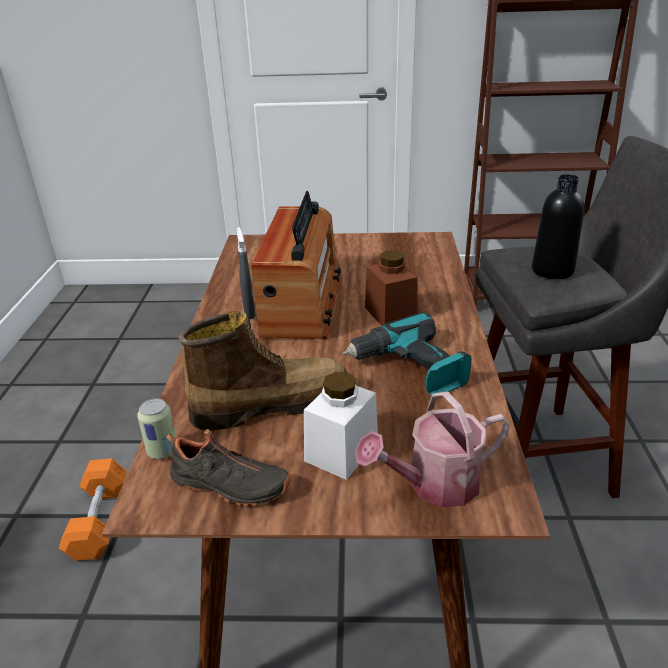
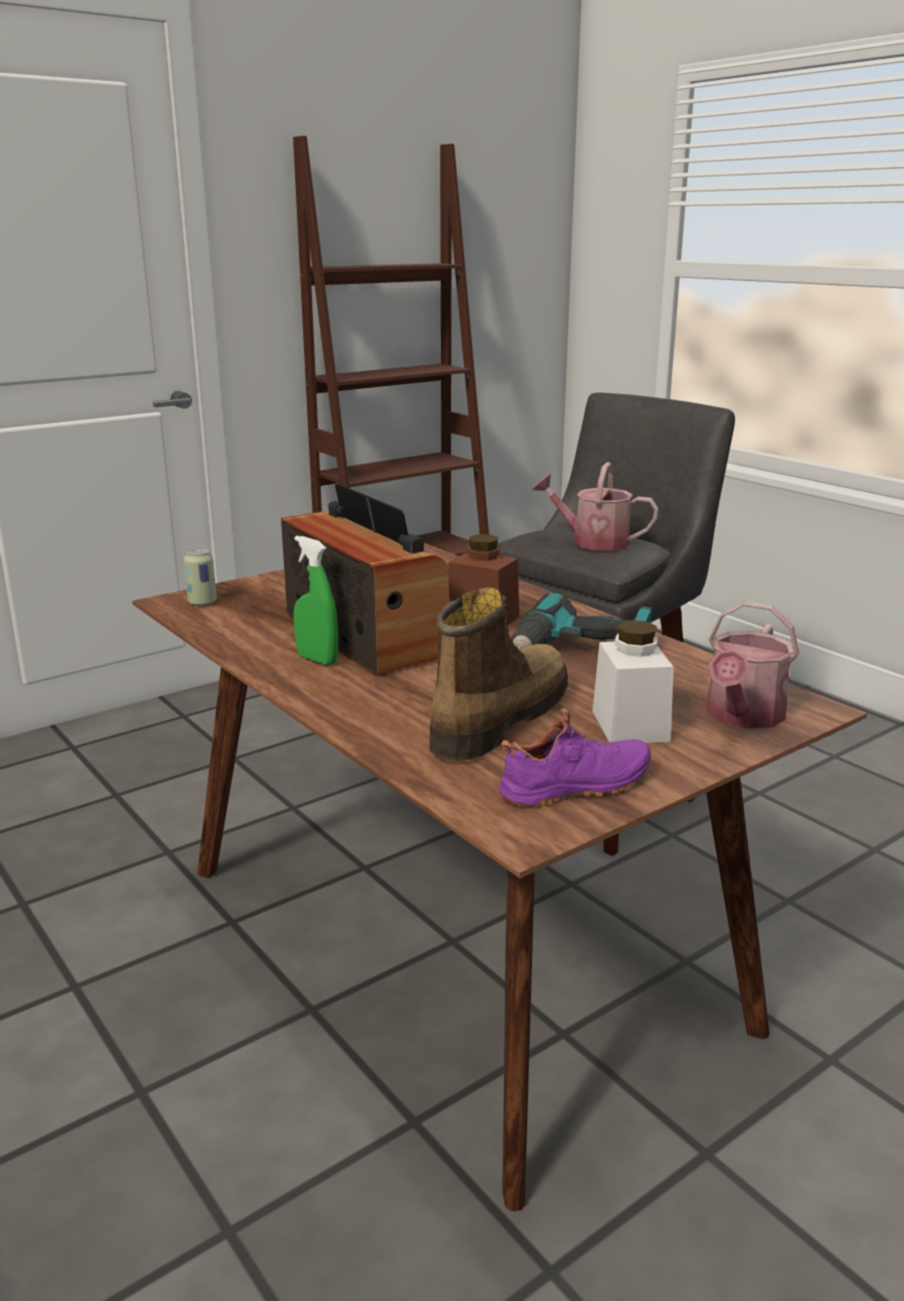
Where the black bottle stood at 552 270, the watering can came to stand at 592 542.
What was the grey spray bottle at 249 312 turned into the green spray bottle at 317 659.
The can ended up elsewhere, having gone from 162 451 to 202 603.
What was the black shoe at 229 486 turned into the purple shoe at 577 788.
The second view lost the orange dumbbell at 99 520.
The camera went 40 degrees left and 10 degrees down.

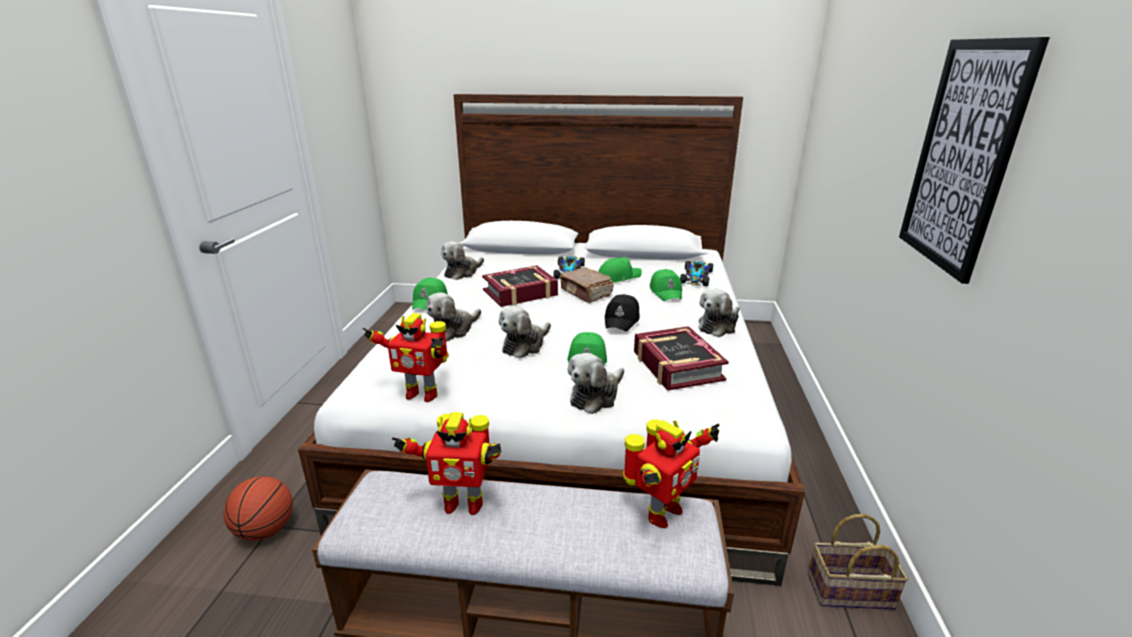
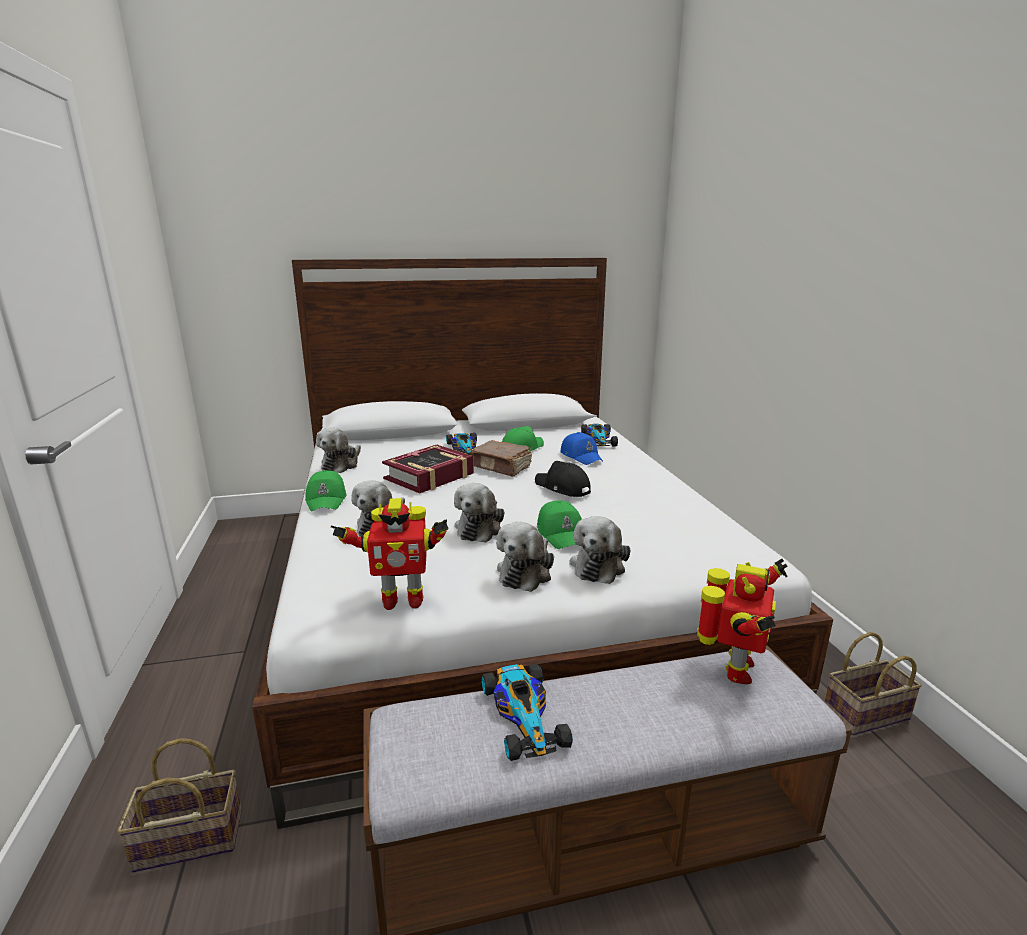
The second view lost the picture at 962 157.
What was the green cap at 666 292 turned into the blue cap at 581 456.
The plush toy ended up elsewhere, having gone from 718 326 to 526 572.
The black cap at 622 320 ended up facing another way, 135 degrees clockwise from before.
The second view lost the book at 676 366.
Where the toy robot stood at 462 503, the toy car came to stand at 523 714.
Where the basketball stood at 266 530, the basket came to stand at 186 842.
The camera went 20 degrees left and 5 degrees down.

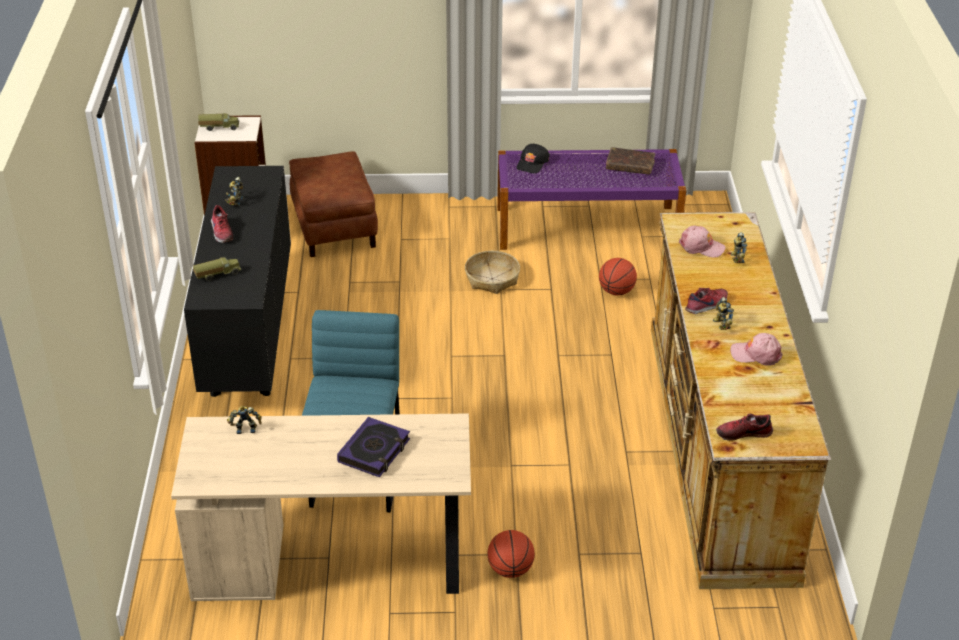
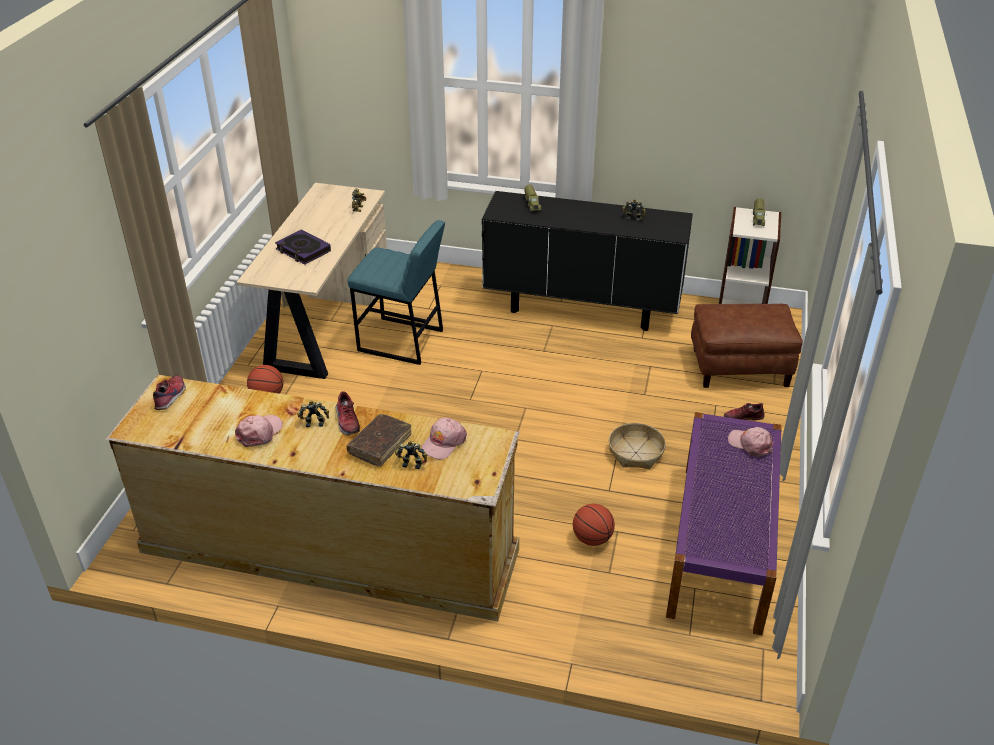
What was the black cap at 532 163 turned into the pink cap at 750 444.
The brown book ended up elsewhere, having gone from 630 166 to 380 444.
The shoe ended up elsewhere, having gone from 221 232 to 743 417.
The camera went 105 degrees right and 0 degrees up.

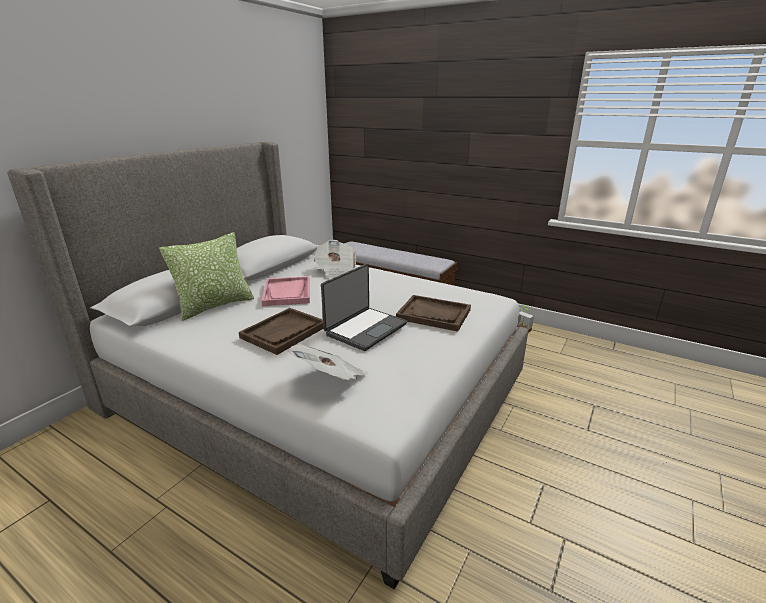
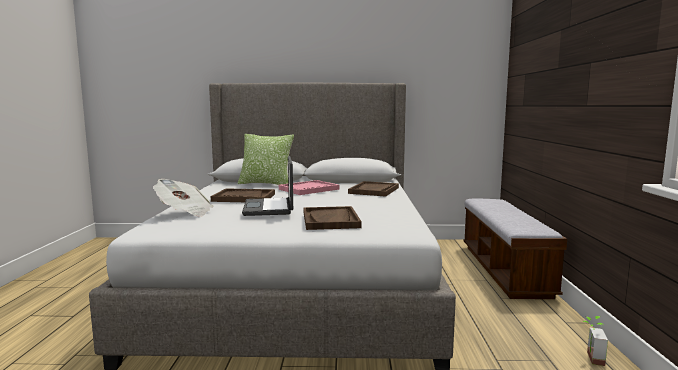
Where the newspaper stood at 336 270, the brown tray came to stand at 374 190.
The laptop at 365 329 ended up facing another way, 75 degrees clockwise from before.
The camera went 60 degrees right and 15 degrees down.

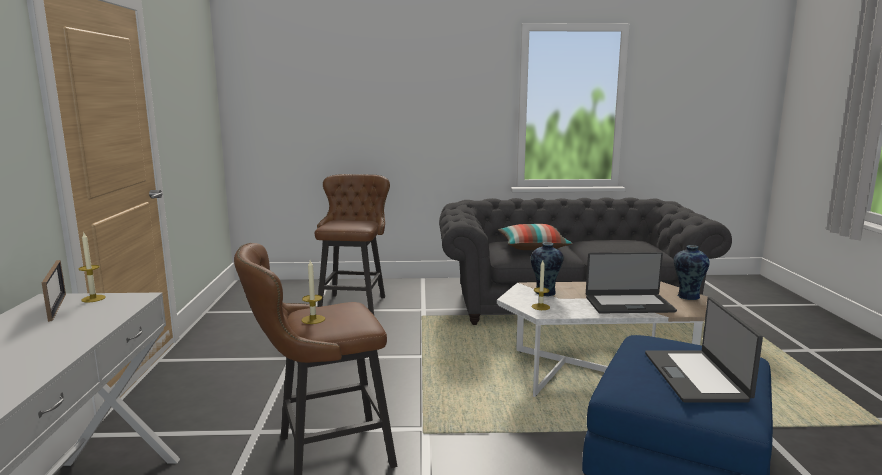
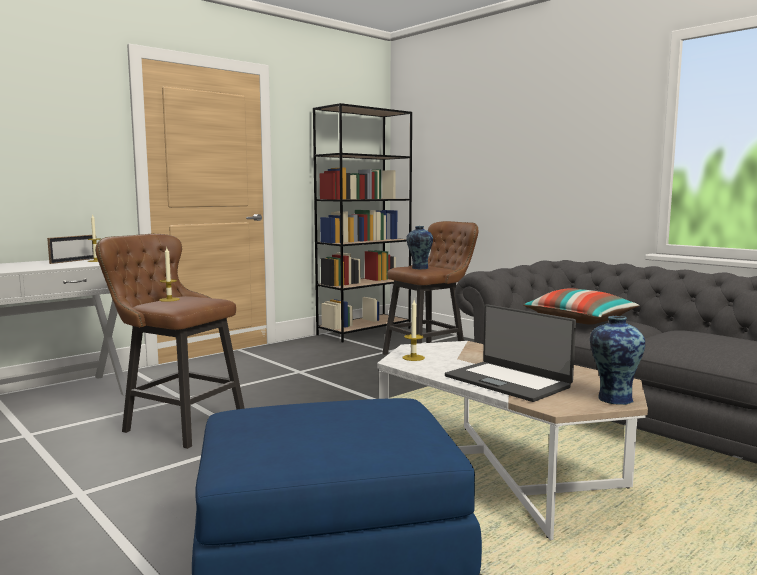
The vase ended up elsewhere, having gone from 545 293 to 419 268.
The second view lost the laptop at 696 376.
The second view gained the beige bookcase at 364 331.
The camera went 50 degrees right and 5 degrees down.

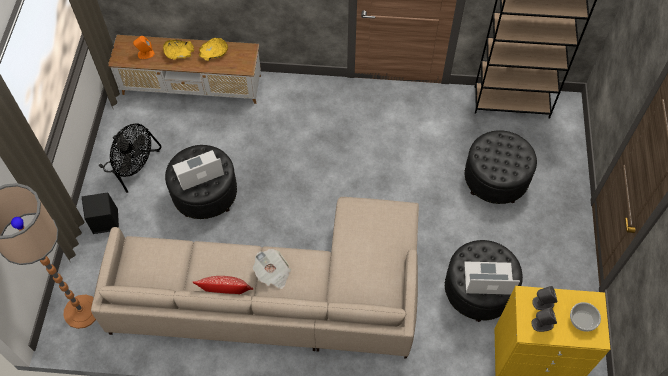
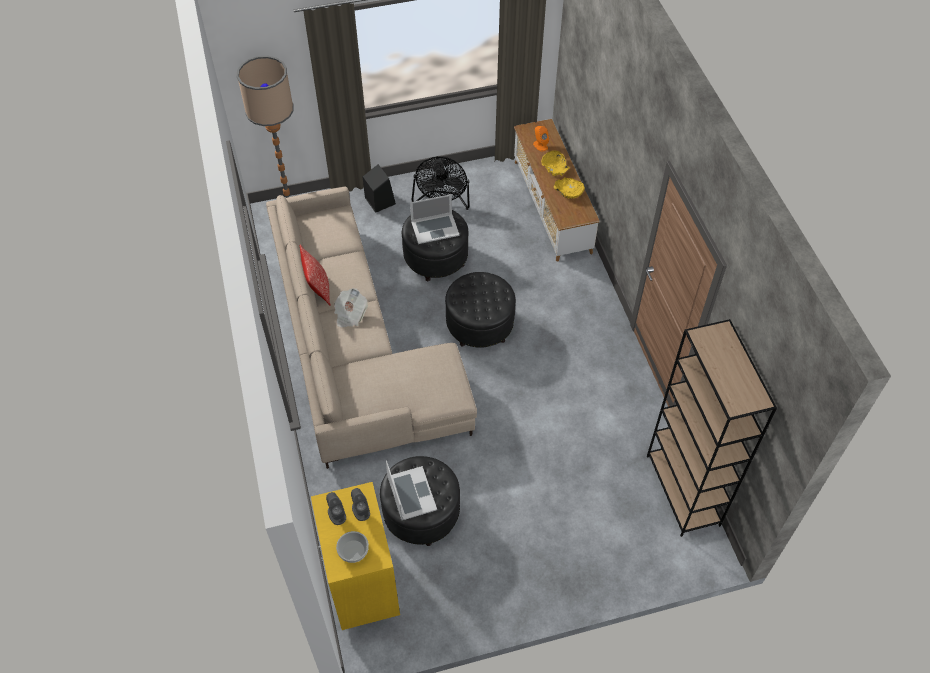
The black ottoman ended up elsewhere, having gone from 495 181 to 479 326.
The laptop at 198 171 ended up facing another way, 120 degrees clockwise from before.
The camera went 70 degrees right and 5 degrees down.

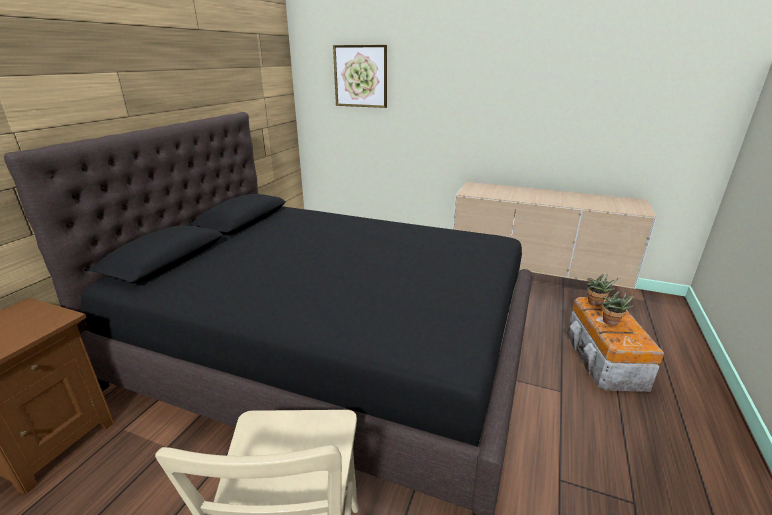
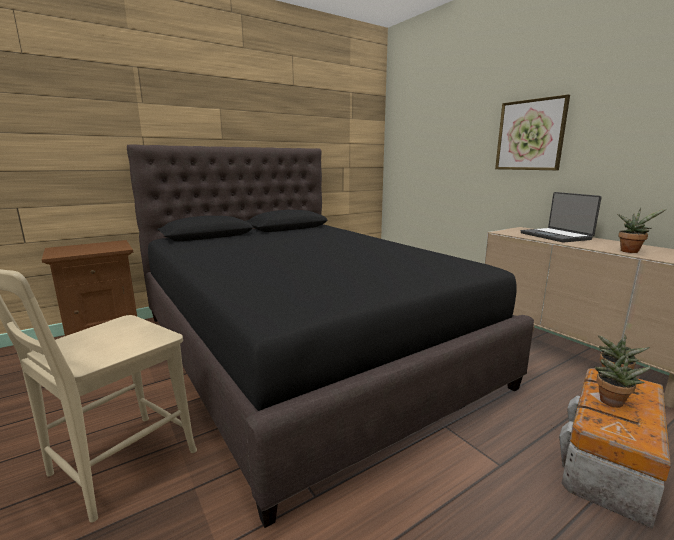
The picture ended up elsewhere, having gone from 360 76 to 530 135.
The second view gained the laptop at 556 236.
The second view gained the potted plant at 630 251.
The camera went 35 degrees right and 10 degrees down.

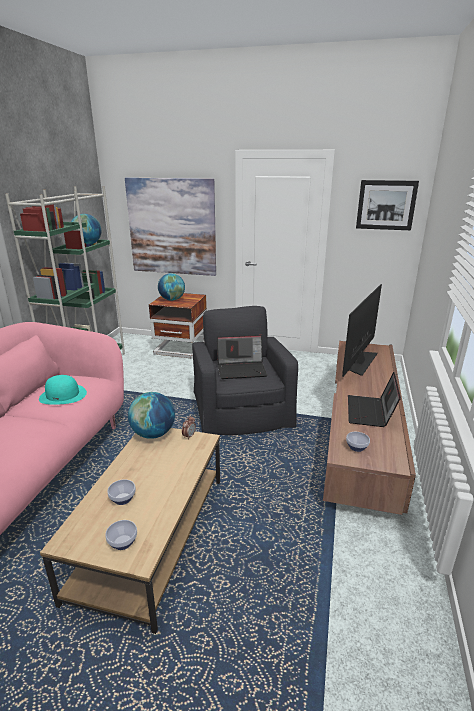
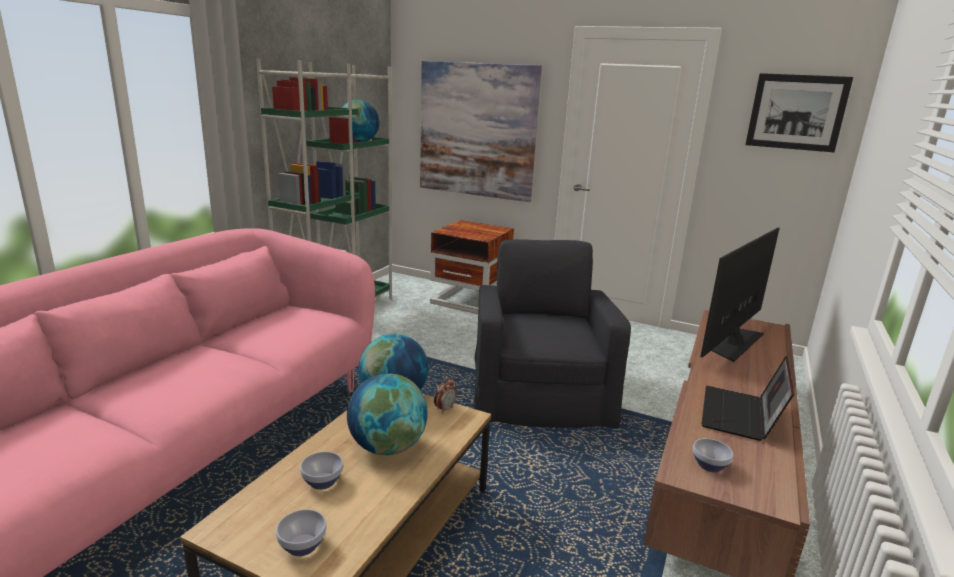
The globe ended up elsewhere, having gone from 172 299 to 387 447.
The second view lost the laptop at 242 369.
The second view lost the turquoise hat at 63 395.
The camera went 10 degrees right and 5 degrees down.

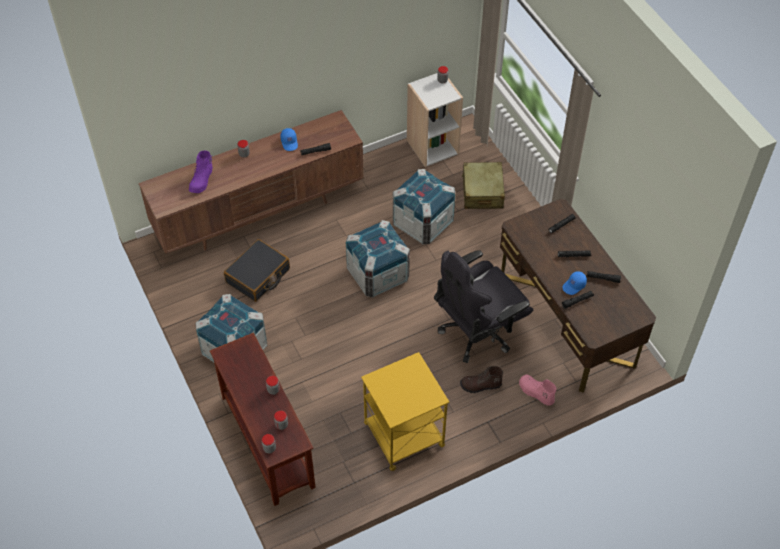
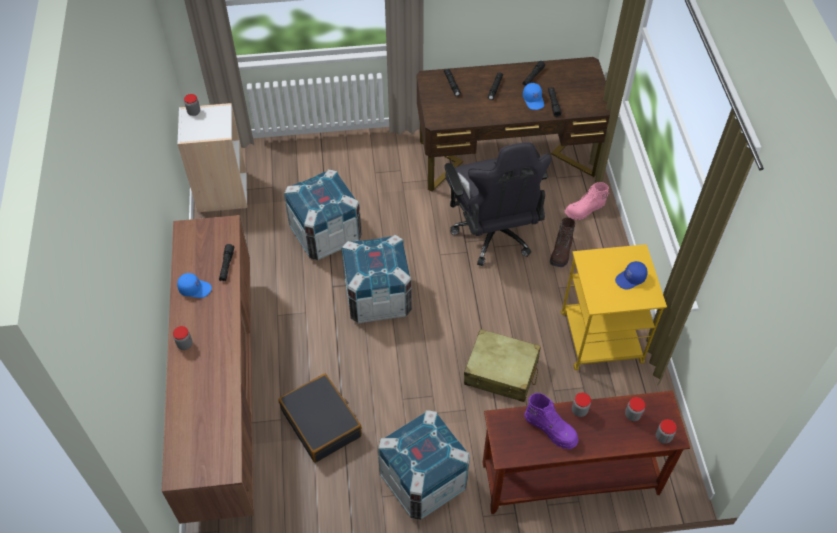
The purple boot ended up elsewhere, having gone from 202 181 to 551 429.
The beige suitcase ended up elsewhere, having gone from 482 192 to 501 372.
The second view gained the blue cap at 630 279.
The camera went 70 degrees left and 0 degrees up.

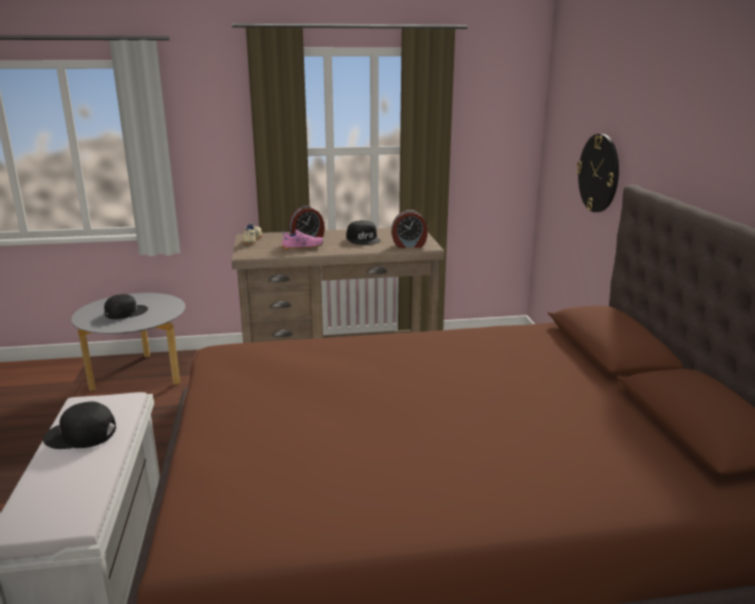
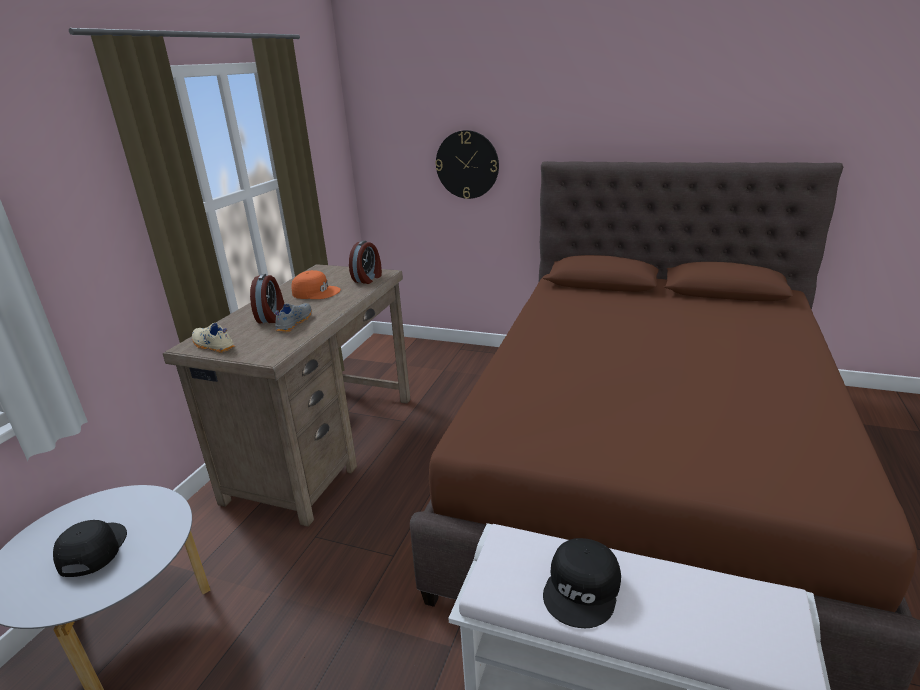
What was the black cap at 364 239 turned into the orange cap at 316 292.
What was the pink shoe at 302 247 turned into the grey shoe at 293 323.
The camera went 60 degrees left and 5 degrees up.

